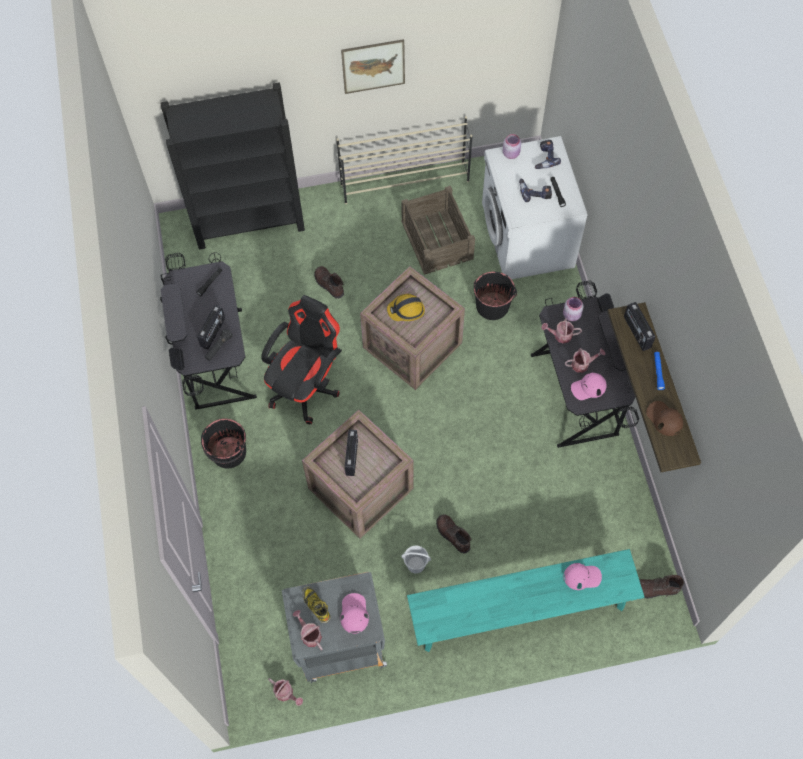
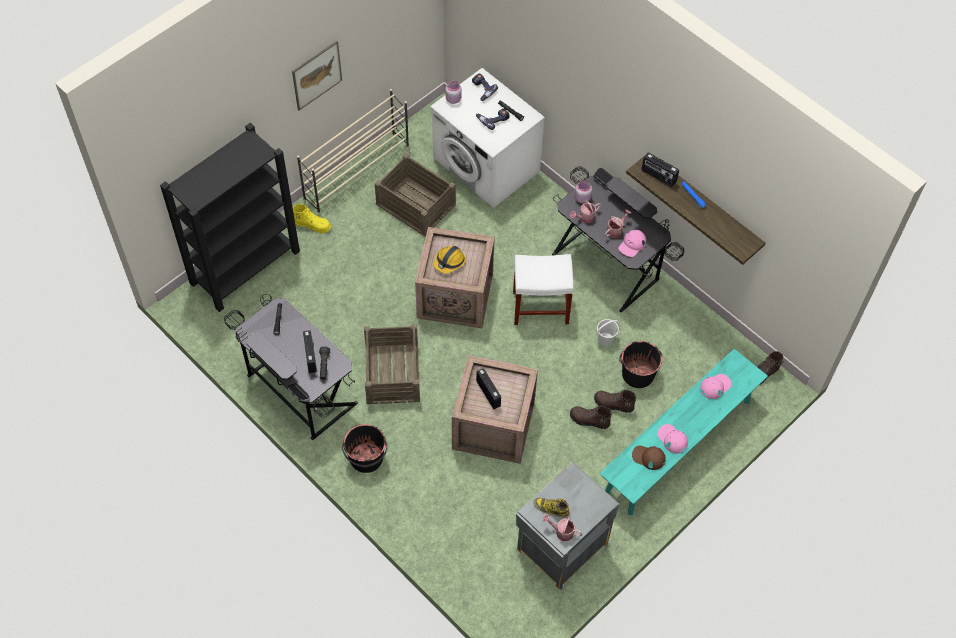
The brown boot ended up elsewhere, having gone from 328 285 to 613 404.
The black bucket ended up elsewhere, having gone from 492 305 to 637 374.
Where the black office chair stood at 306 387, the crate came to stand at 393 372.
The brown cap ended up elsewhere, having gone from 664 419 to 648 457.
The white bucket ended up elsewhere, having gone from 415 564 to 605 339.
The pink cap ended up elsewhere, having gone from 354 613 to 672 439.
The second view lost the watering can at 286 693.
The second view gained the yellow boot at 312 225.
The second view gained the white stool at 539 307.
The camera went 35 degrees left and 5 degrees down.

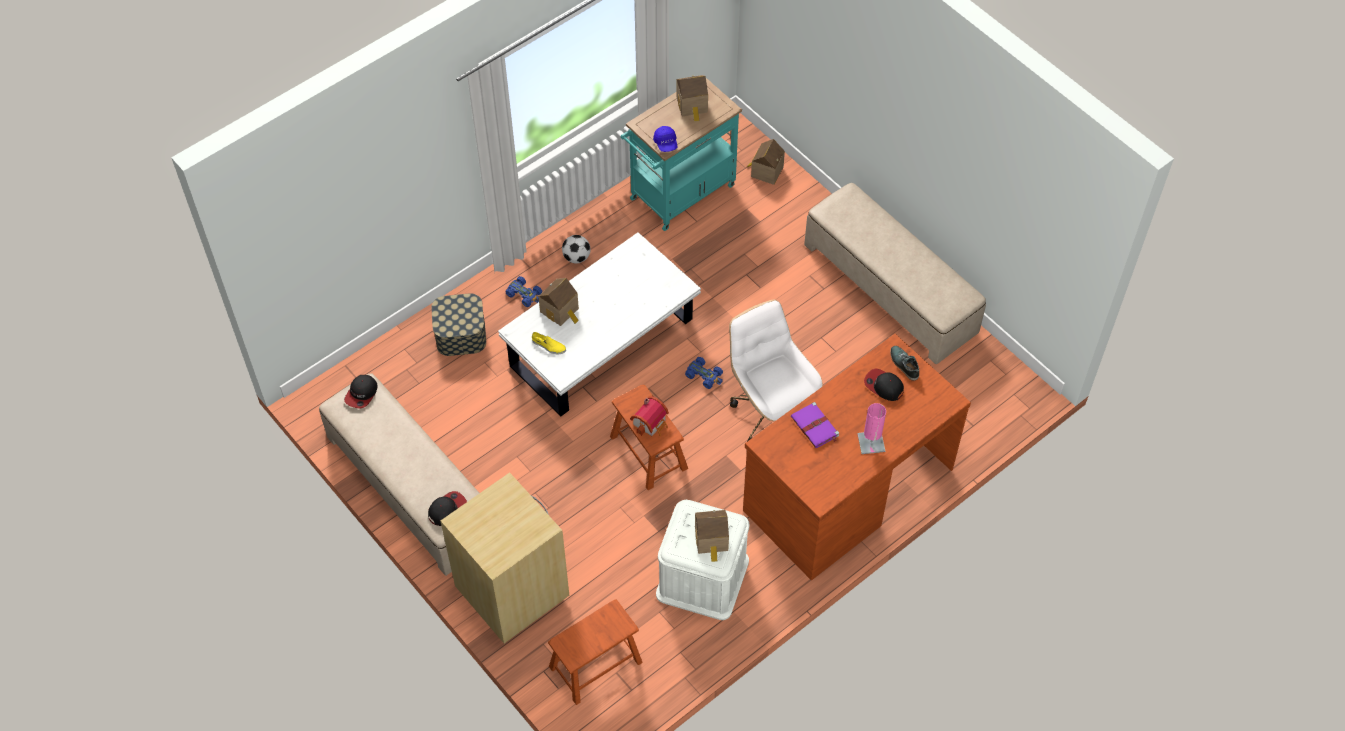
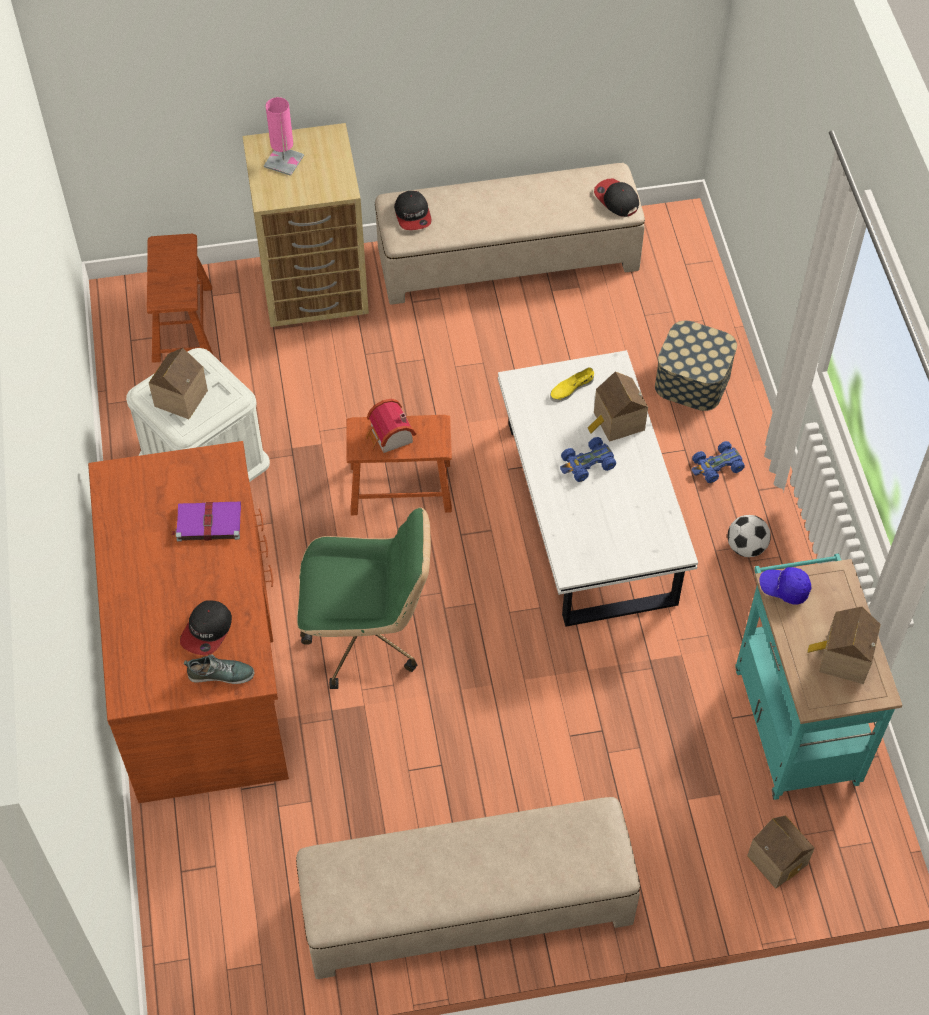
What was the white office chair at 770 412 turned into the green office chair at 367 641.
The blue toy car ended up elsewhere, having gone from 704 375 to 587 464.
The cap at 883 386 ended up facing another way, 135 degrees clockwise from before.
The pink table lamp ended up elsewhere, having gone from 871 442 to 284 161.
The camera went 120 degrees right and 0 degrees up.

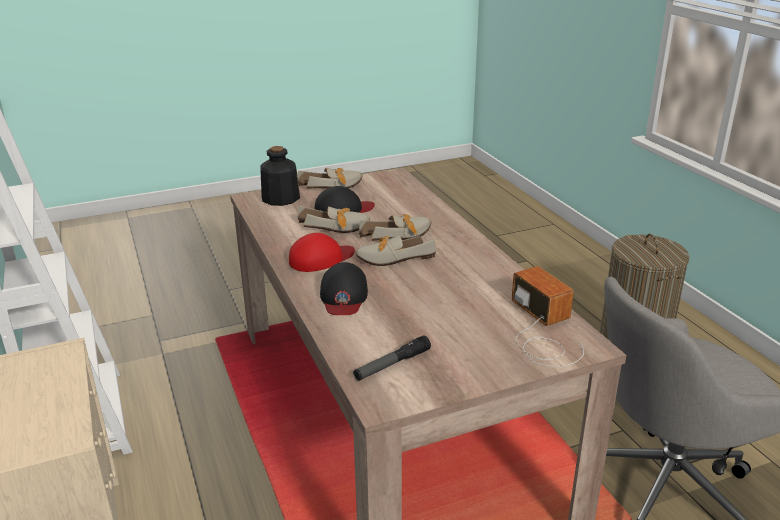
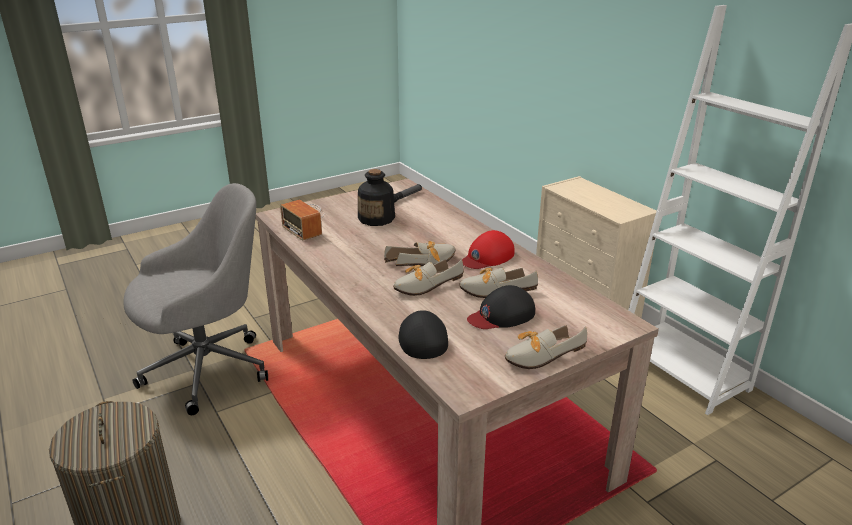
The bottle ended up elsewhere, having gone from 280 198 to 377 218.
The black cap ended up elsewhere, having gone from 343 296 to 422 337.
The camera went 170 degrees right and 0 degrees up.

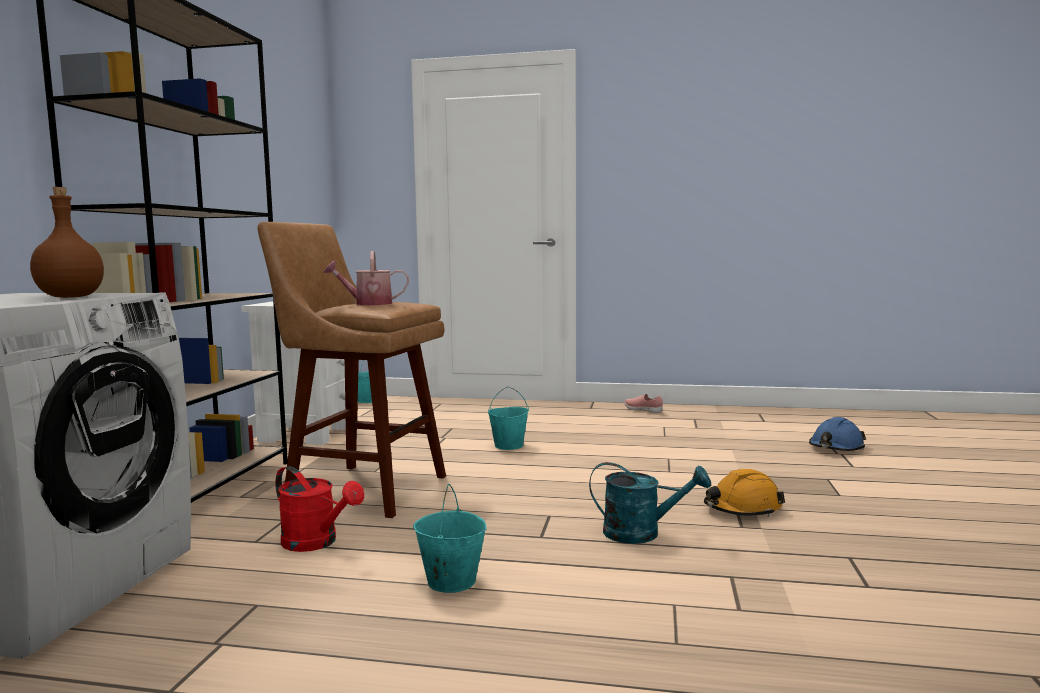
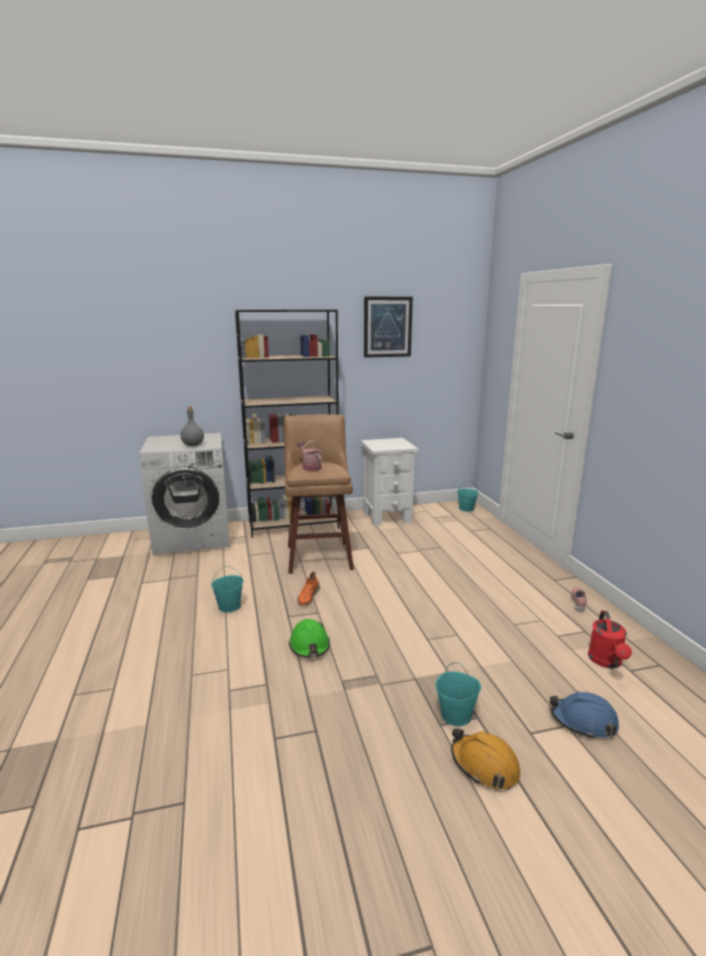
What was the brown bottle at 71 297 turned into the grey bottle at 193 445.
The turquoise bucket ended up elsewhere, having gone from 509 446 to 456 715.
Where the turquoise watering can stood at 642 533, the green hard hat came to stand at 309 646.
The red watering can ended up elsewhere, having gone from 316 543 to 607 662.
The orange hard hat ended up elsewhere, having gone from 742 509 to 484 765.
The second view gained the picture at 387 327.
The second view gained the orange shoe at 308 596.
The camera went 65 degrees right and 10 degrees up.

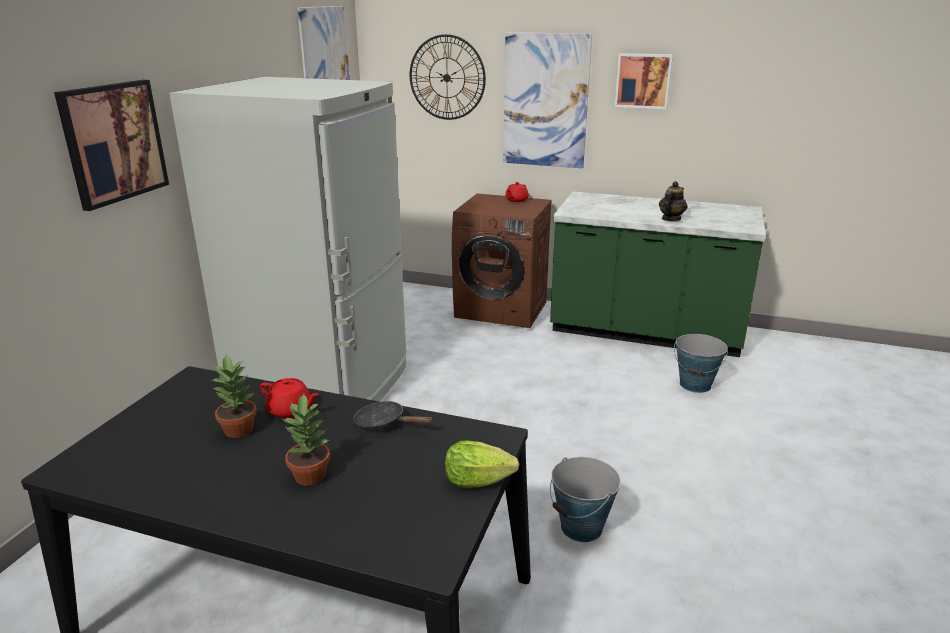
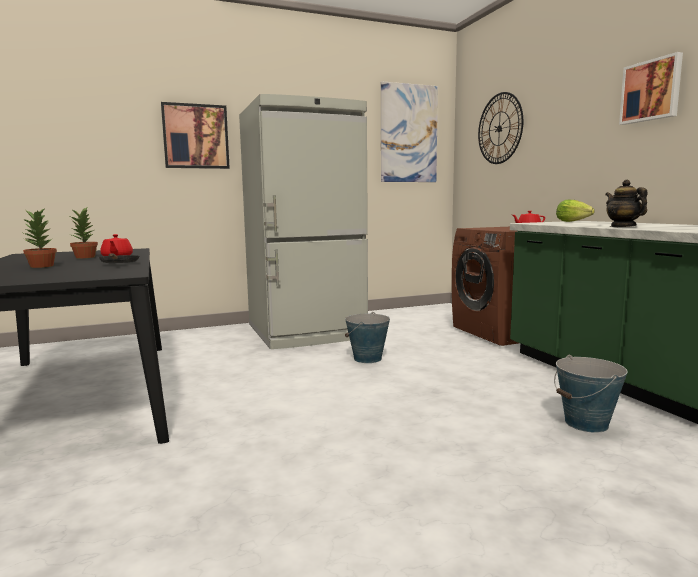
The second view lost the picture at 545 101.
The teapot at 670 219 ended up facing another way, 105 degrees counterclockwise from before.
The lettuce ended up elsewhere, having gone from 477 481 to 572 221.
The bucket ended up elsewhere, having gone from 581 527 to 367 358.
The camera went 50 degrees right and 15 degrees down.

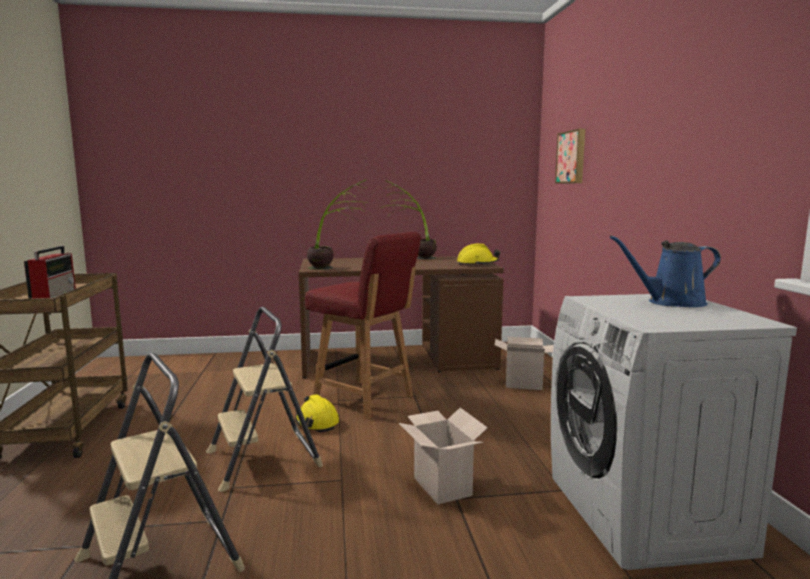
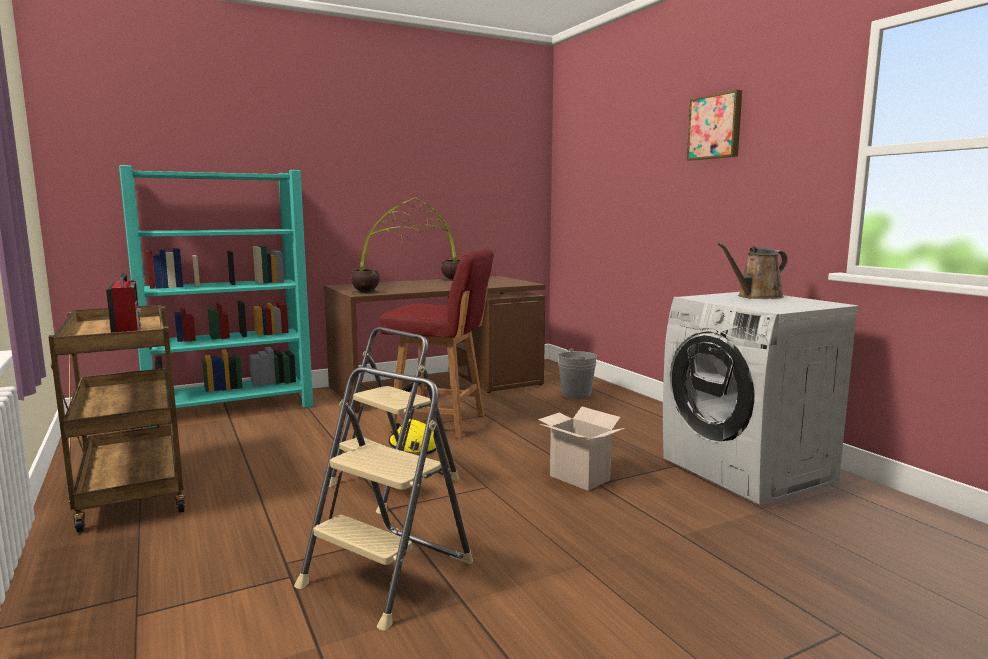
The picture ended up elsewhere, having gone from 572 157 to 715 127.
What was the blue watering can at 671 302 turned into the brown watering can at 756 296.
The second view lost the yellow hard hat at 477 264.
Where the cardboard box stood at 525 384, the grey bucket came to stand at 576 394.
The second view gained the turquoise bookcase at 230 408.
The camera went 20 degrees left and 0 degrees up.

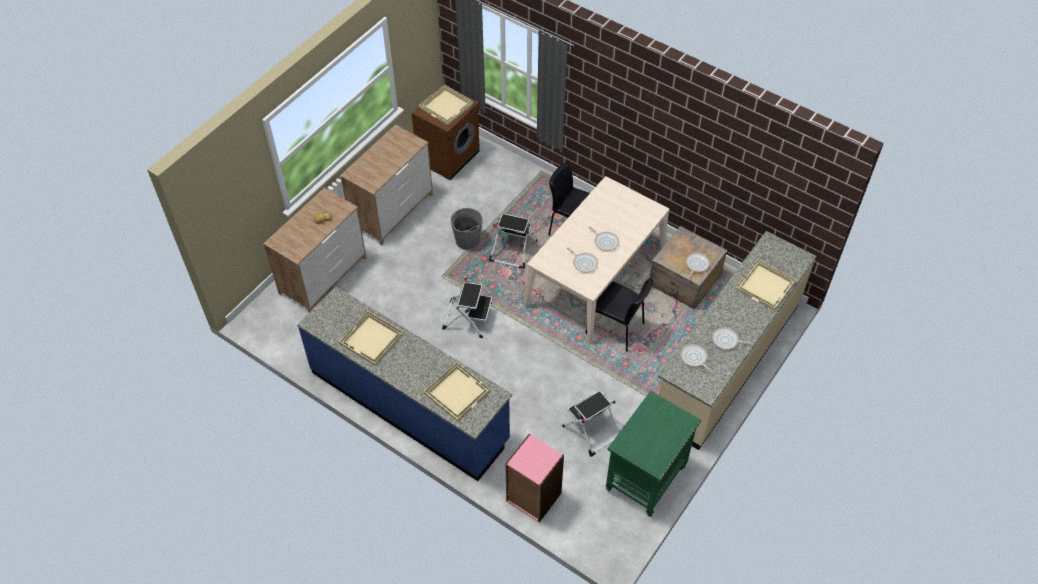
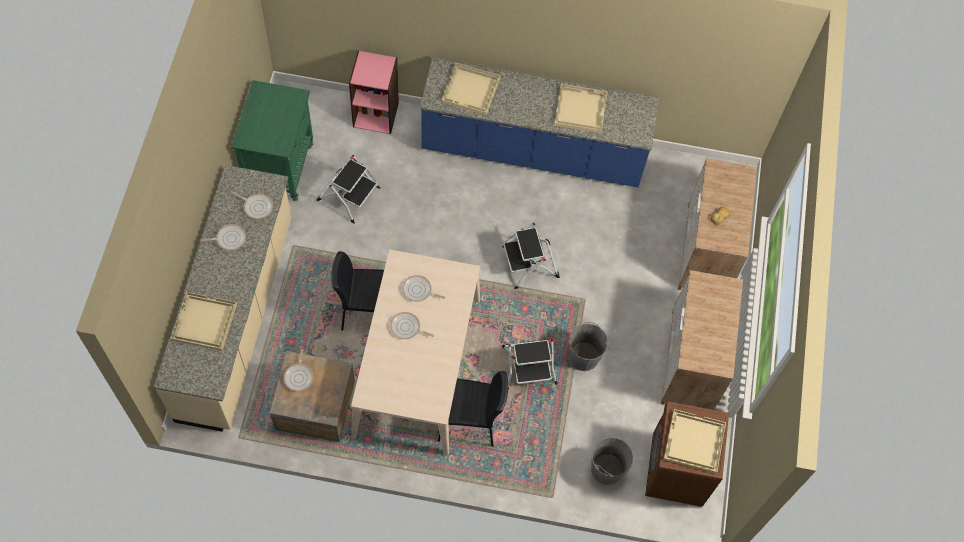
The second view gained the grey bucket at 606 469.
The camera went 150 degrees right and 10 degrees up.

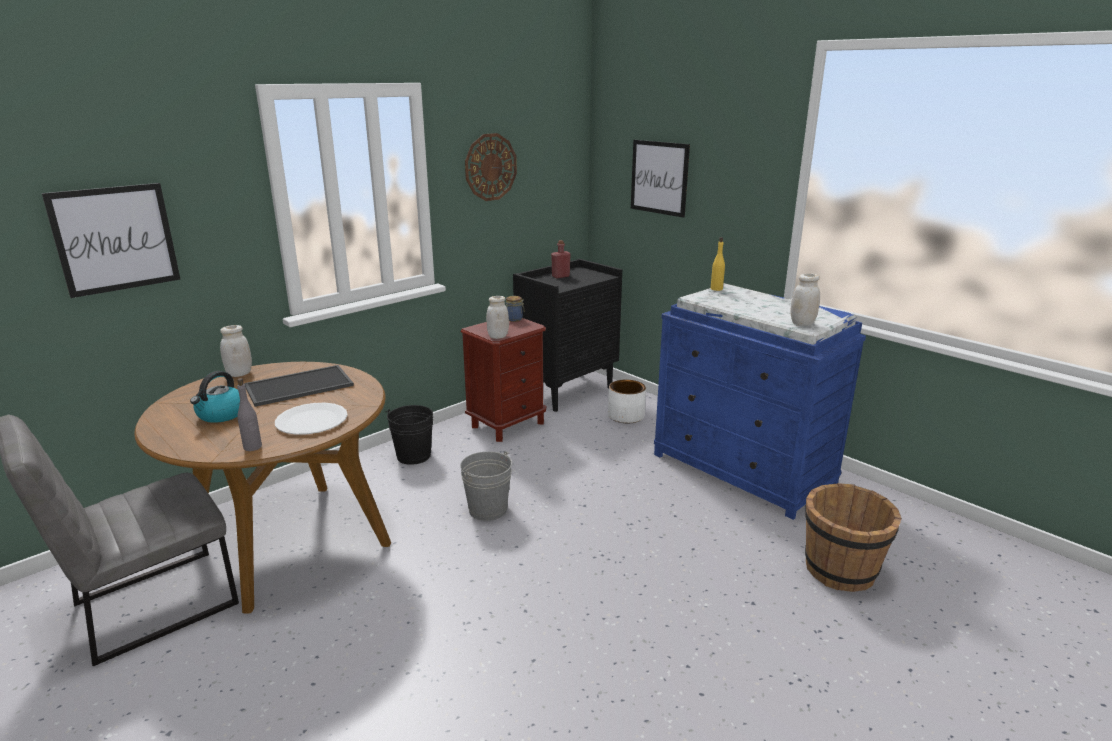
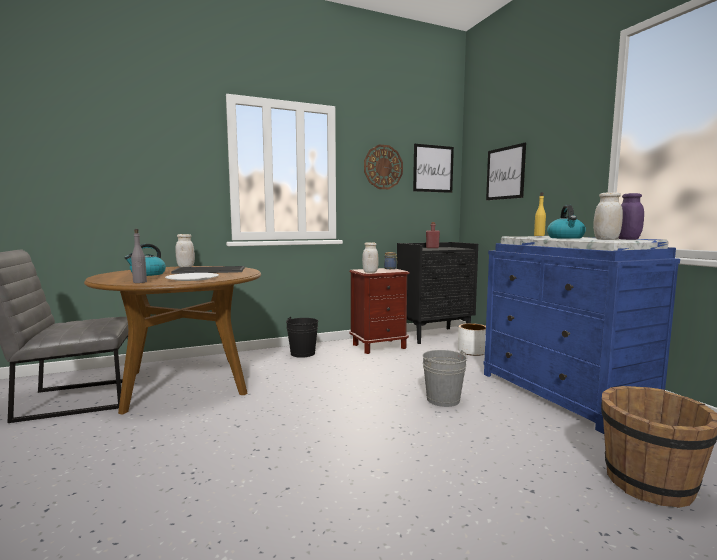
The picture ended up elsewhere, having gone from 115 239 to 433 168.
The grey bucket ended up elsewhere, having gone from 488 509 to 443 399.
The second view gained the purple jar at 628 239.
The second view gained the kettle at 566 238.
The camera went 20 degrees right and 15 degrees down.

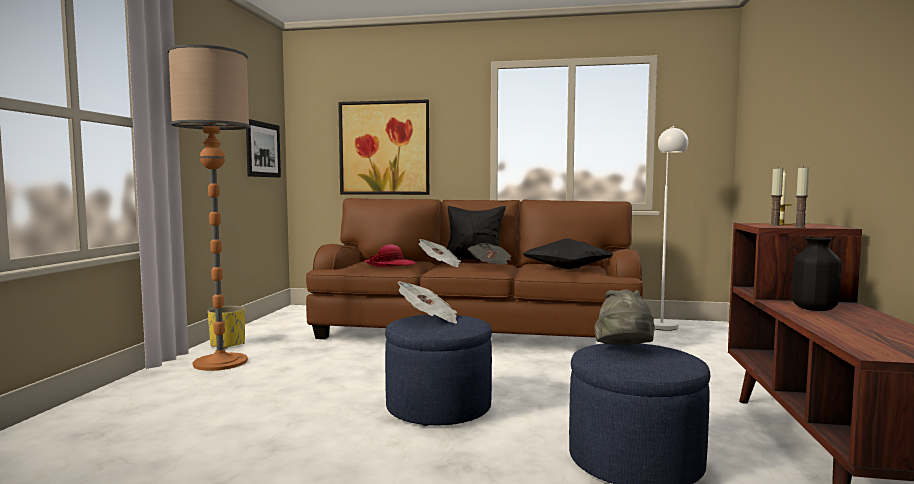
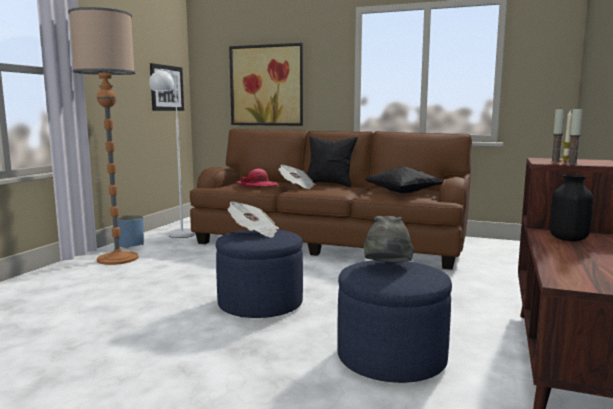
The white floor lamp ended up elsewhere, having gone from 663 329 to 177 236.
The second view lost the newspaper at 491 267.
What was the yellow planter at 227 344 turned into the blue planter at 130 245.
The camera went 10 degrees right and 5 degrees up.

